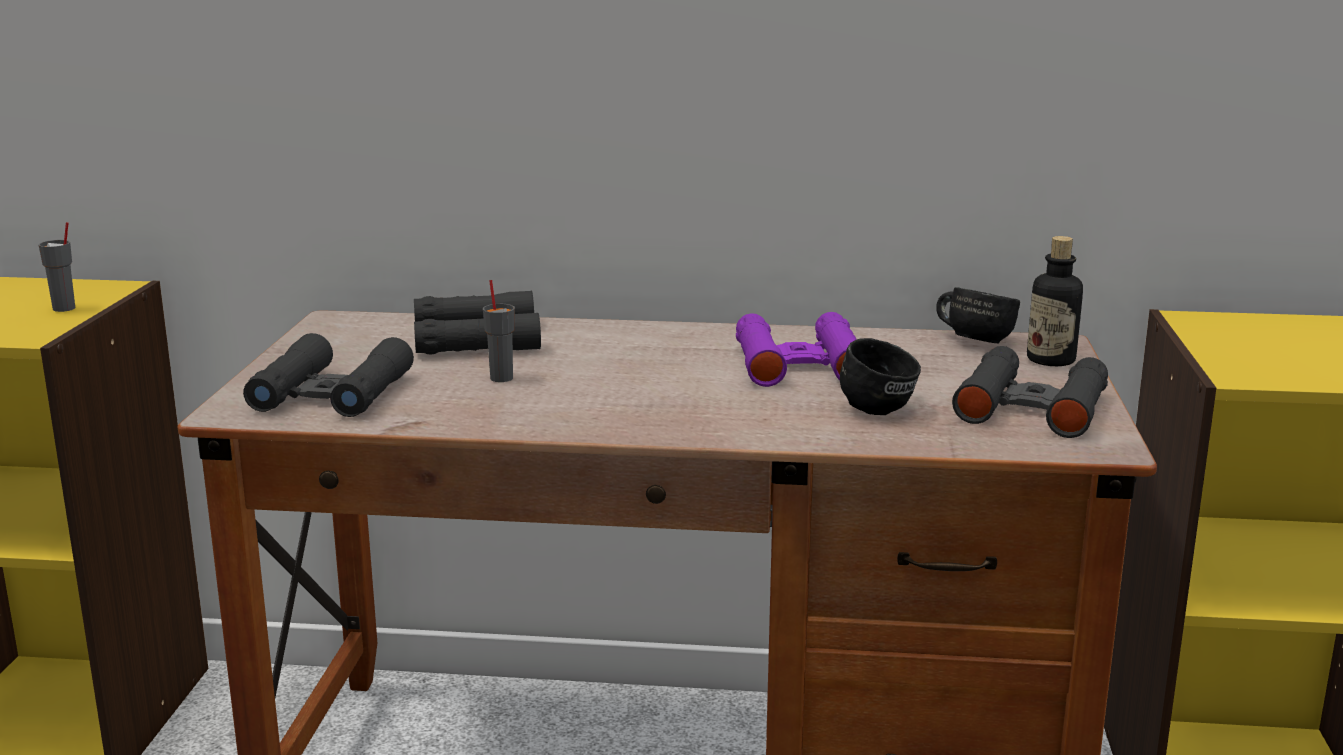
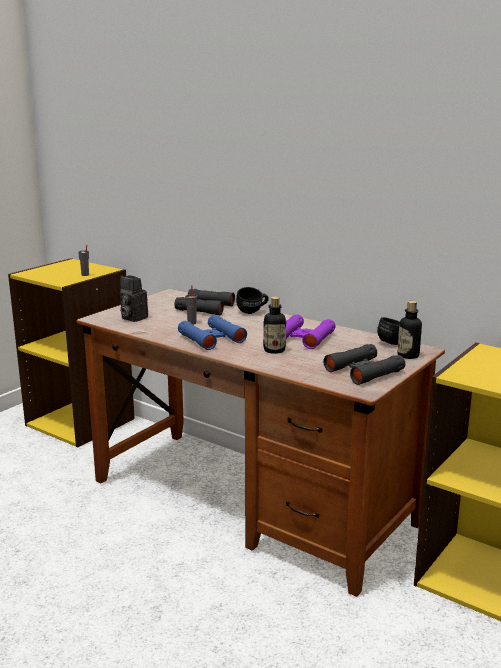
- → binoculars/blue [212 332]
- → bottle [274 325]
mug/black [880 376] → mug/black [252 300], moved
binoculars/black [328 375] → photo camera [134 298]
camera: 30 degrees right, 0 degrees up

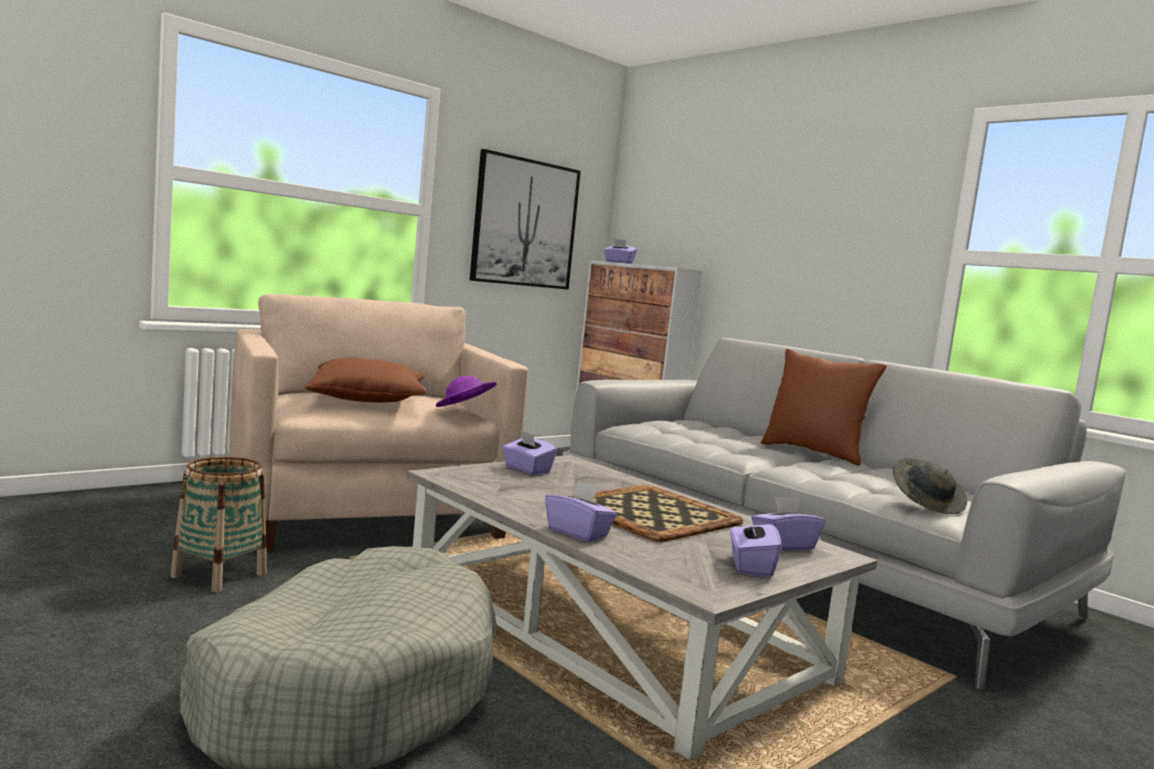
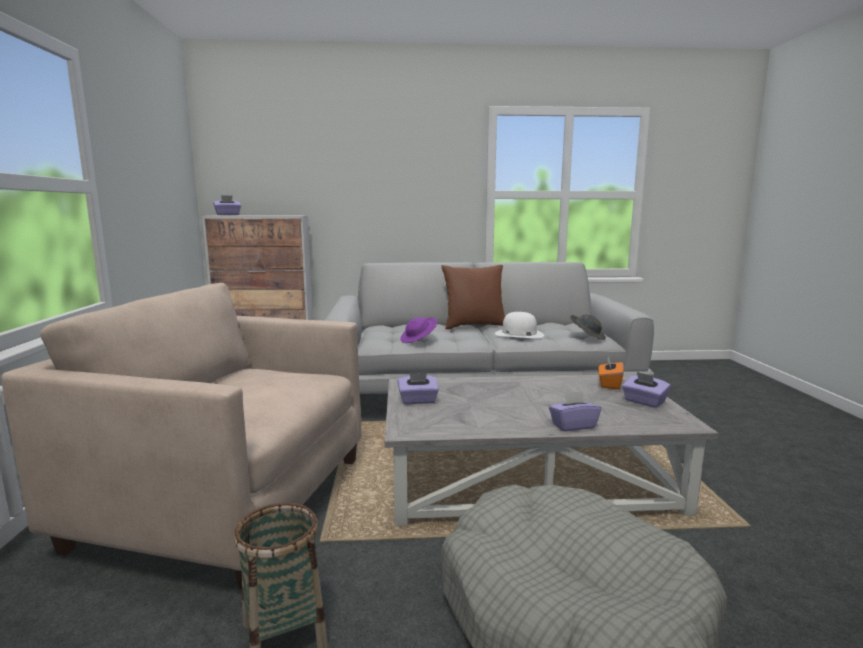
pillow/brown [365 380] → -
picture [525 219] → -
tray [656 513] → -
- → hat/white [519 325]
hat/purple [466 391] → hat/purple [418 330], moved
tissue box/purple [788 524] → tissue box/orange [611 372]
camera: 50 degrees left, 5 degrees up

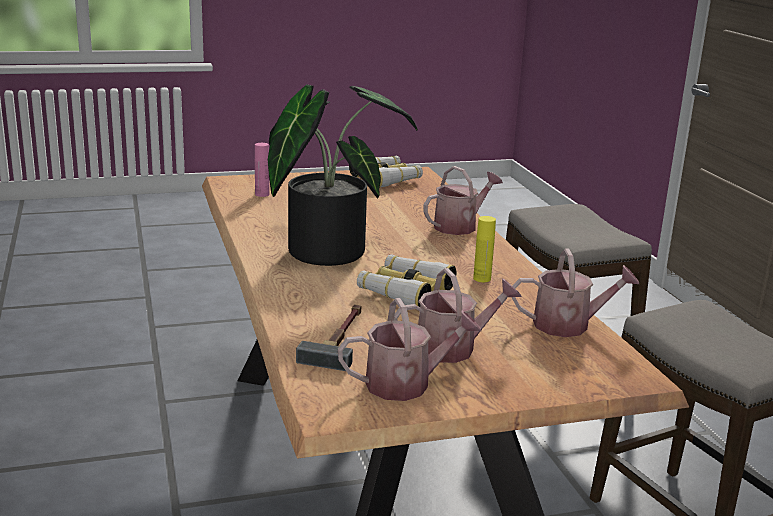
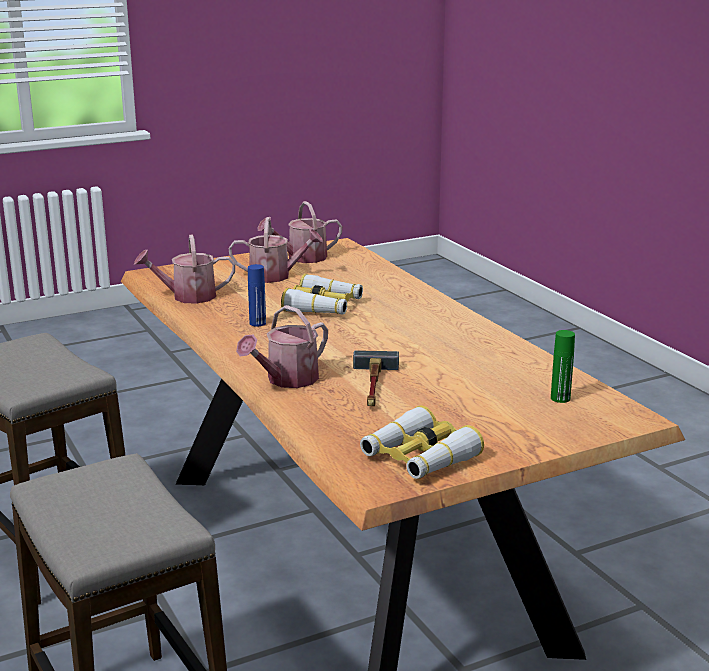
potted plant [342 175] → -
hammer [328 337] → hammer [376 378], moved
bottle/pink [262 170] → bottle/green [563 366]
bottle/yellow [484 249] → bottle/blue [257 295]
watering can [458 315] → watering can [275 250], 150 degrees counterclockwise
camera: 170 degrees right, 0 degrees up

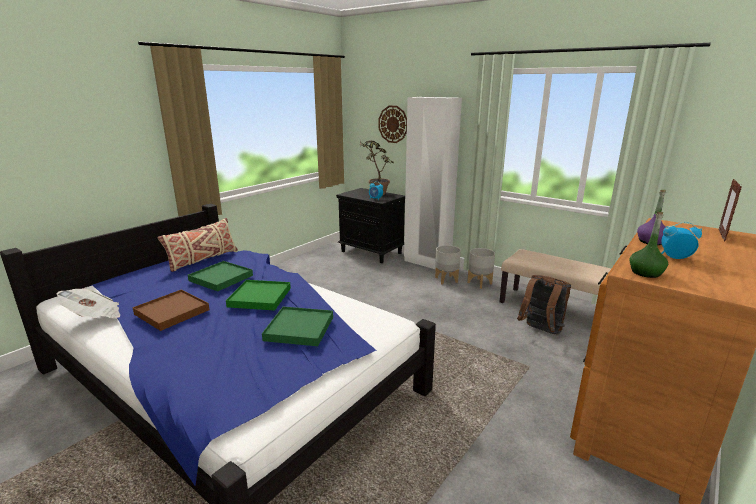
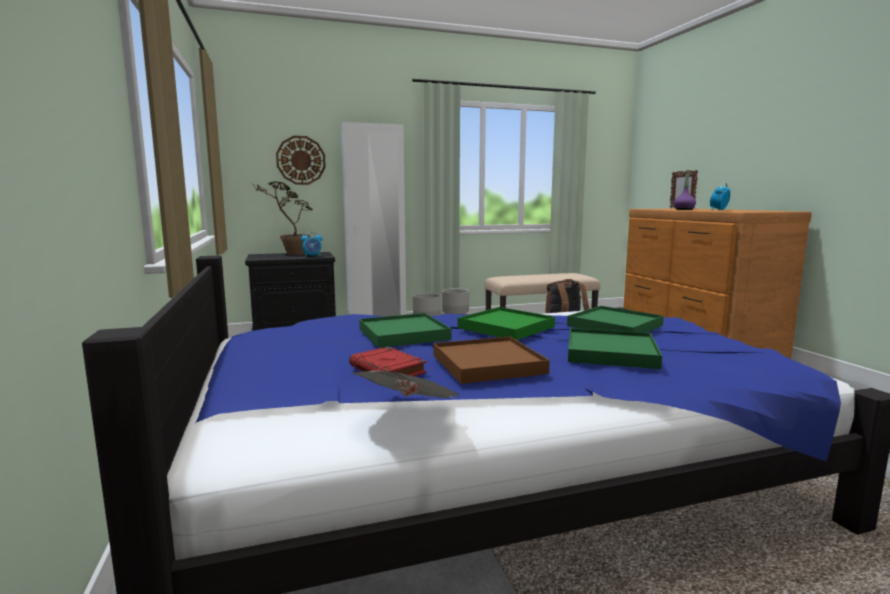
pillow/beige [198 245] → -
bottle/green [648 245] → -
- → book/red [388 361]
- → tray/green [615 348]
camera: 55 degrees left, 10 degrees down

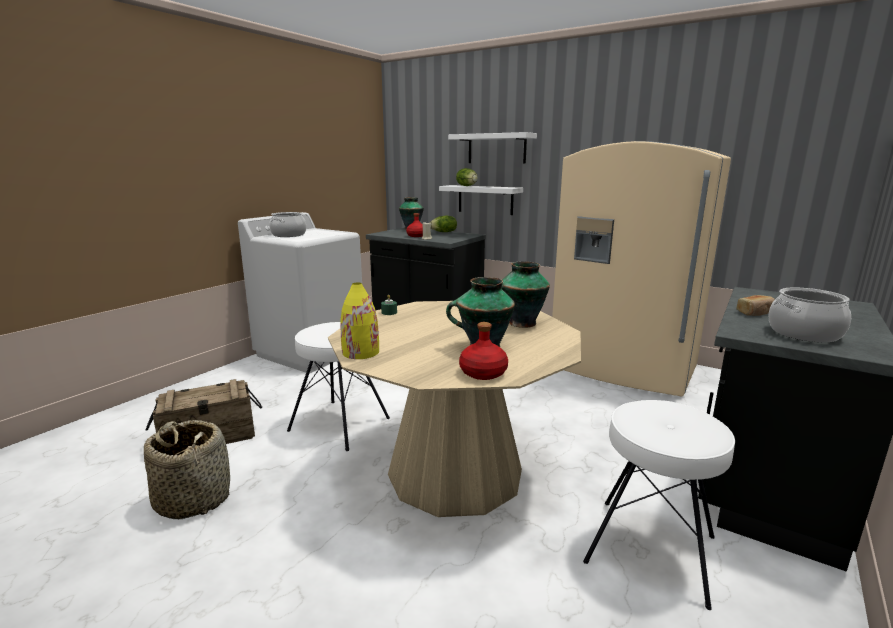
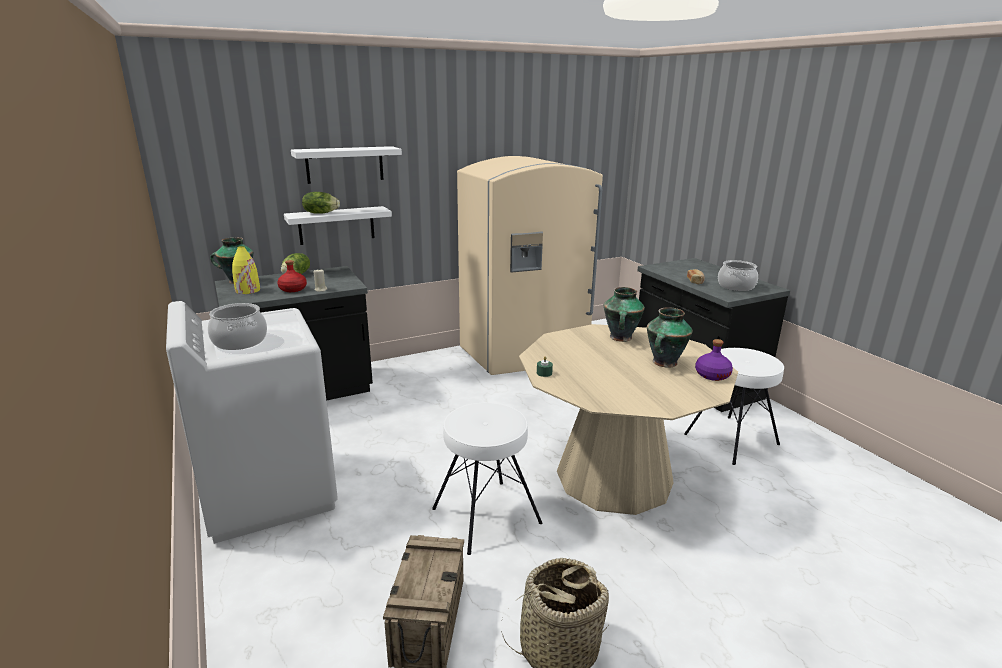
vase/yellow [359 320] → vase/yellow [246 270], moved
bottle/red [483 351] → bottle/purple [714 360]
camera: 60 degrees left, 5 degrees up

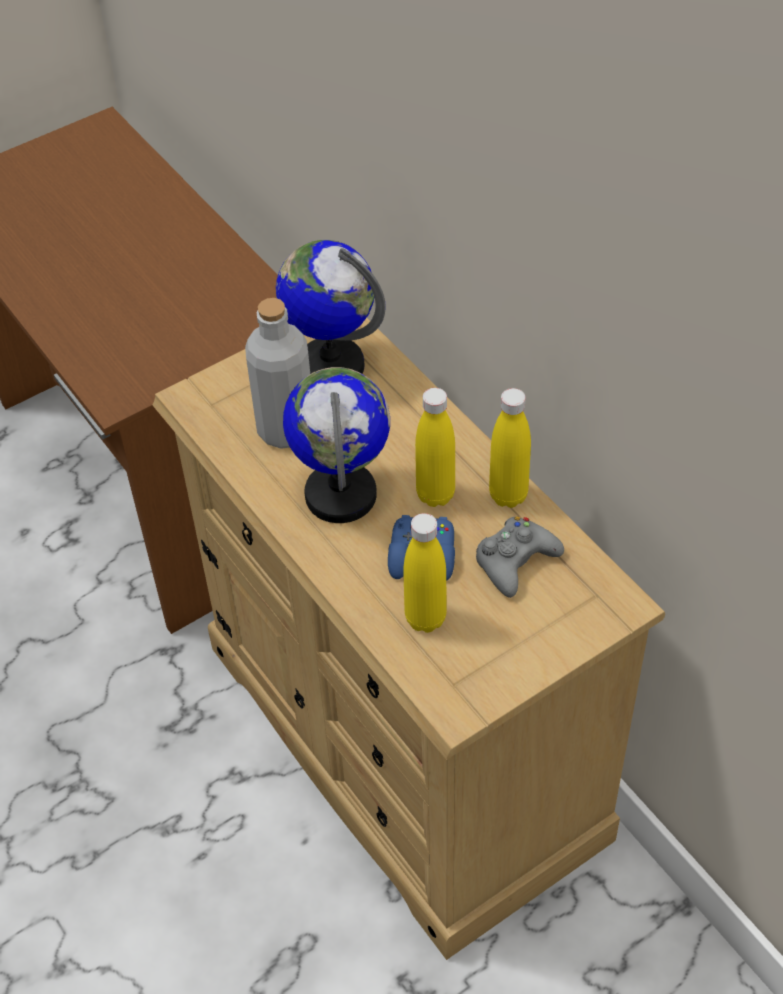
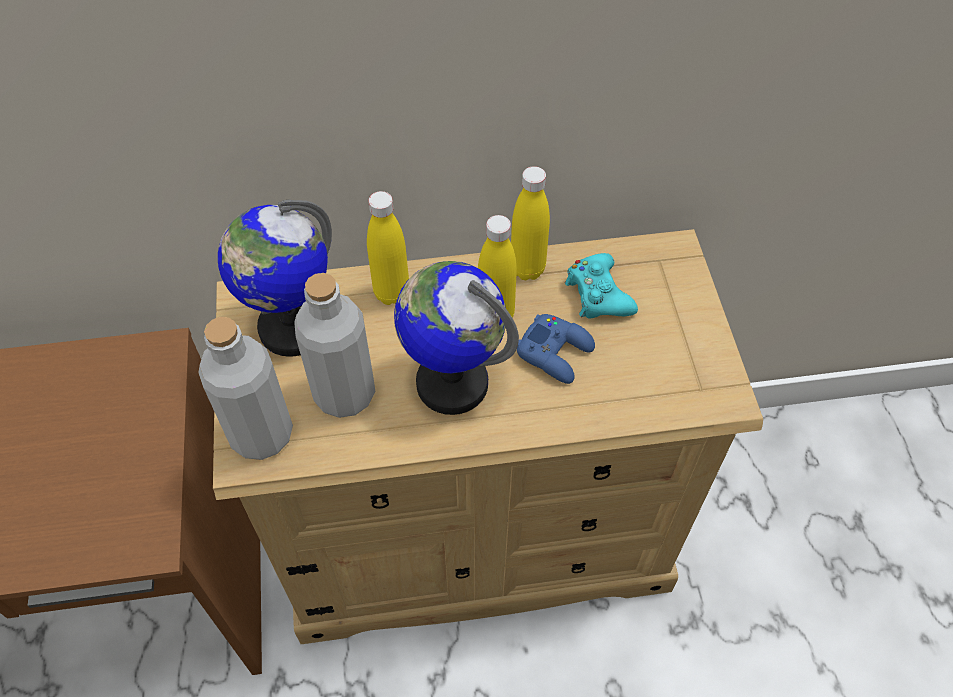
- → bottle/grey [246 388]
bottle/yellow [425 573] → bottle/yellow [388 248], moved
game controller/grey [520 557] → game controller/turquoise [601 285]
camera: 65 degrees left, 5 degrees up

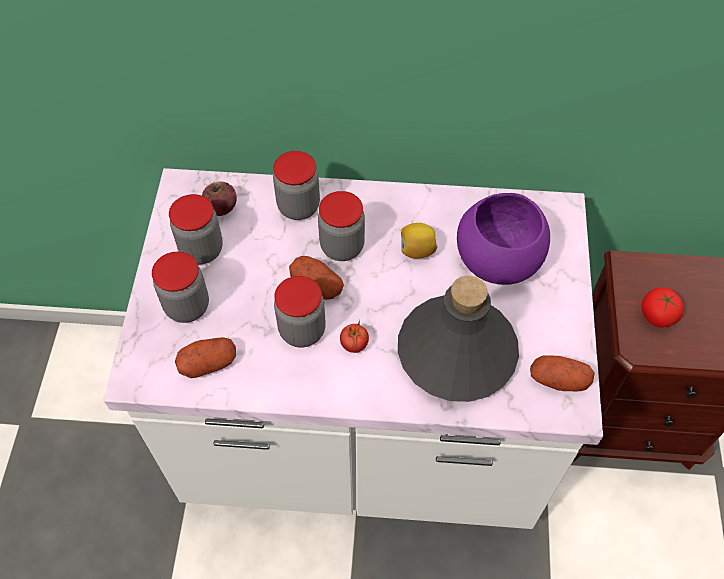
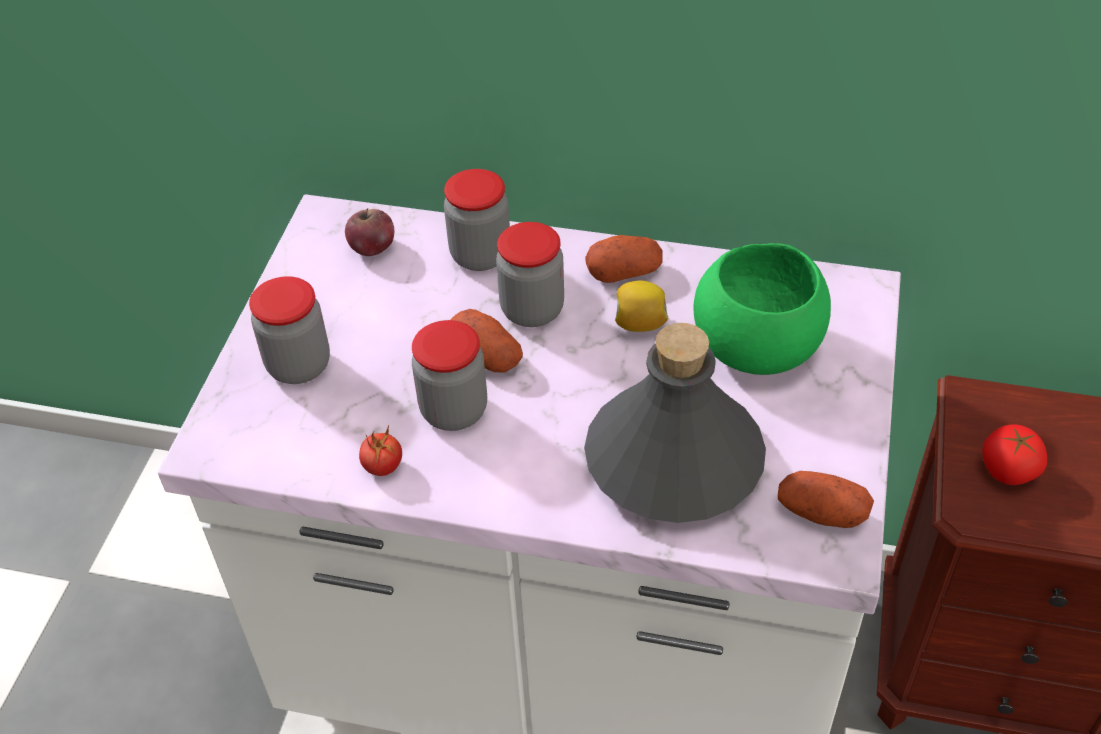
jar [196 229] → -
potato [205 357] → potato [624 259], moved
tomato [354 336] → tomato [380 450], moved
bowl/purple [503 239] → bowl/green [762 309]
camera: 10 degrees right, 10 degrees down

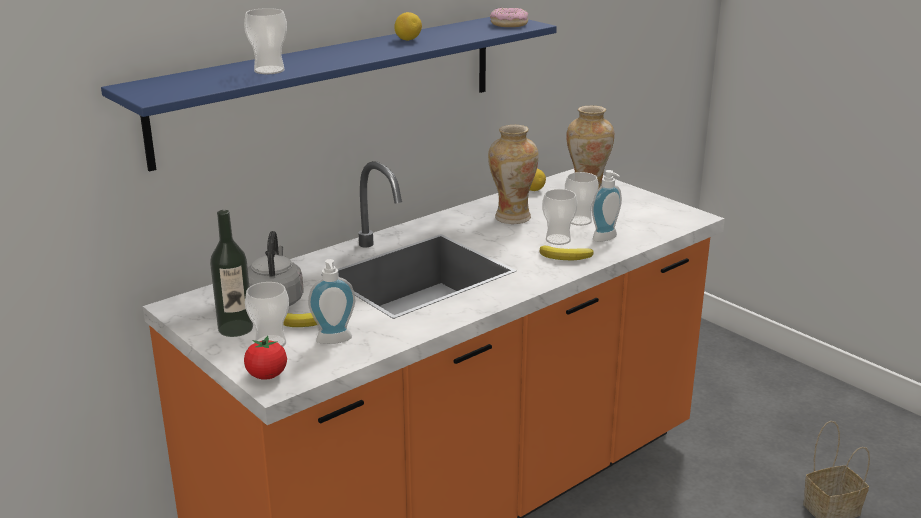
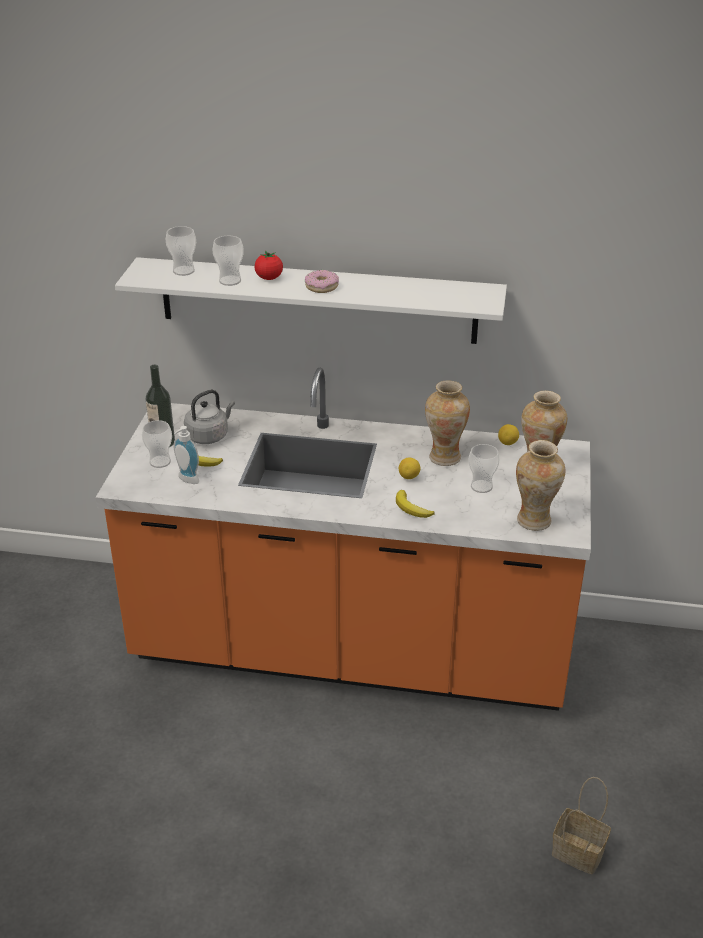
soap dispenser [607 206] → -
- → vase [540 485]
tomato [265 358] → tomato [269 265], moved
lemon [408 26] → lemon [410 468], moved
donut [509 17] → donut [322 281], moved
cup [559 217] → cup [180 251], moved
shelf/blue [329 94] → shelf/white [311 300]
camera: 50 degrees right, 10 degrees up

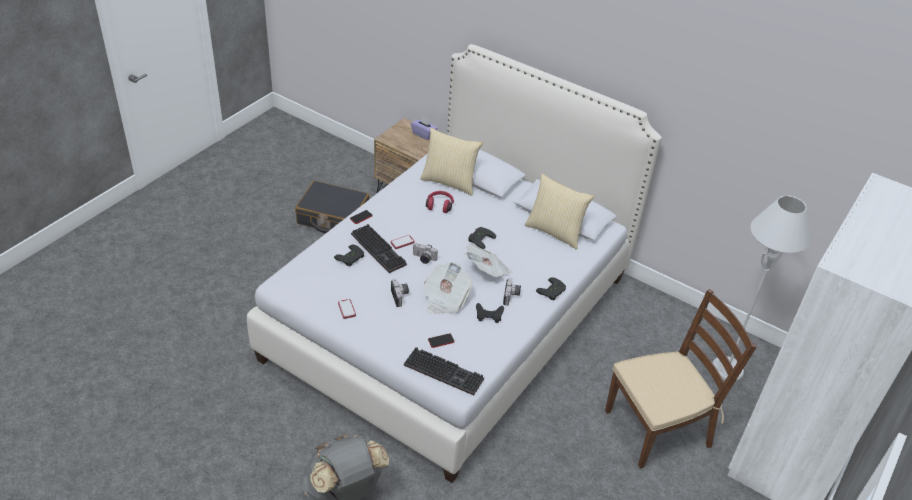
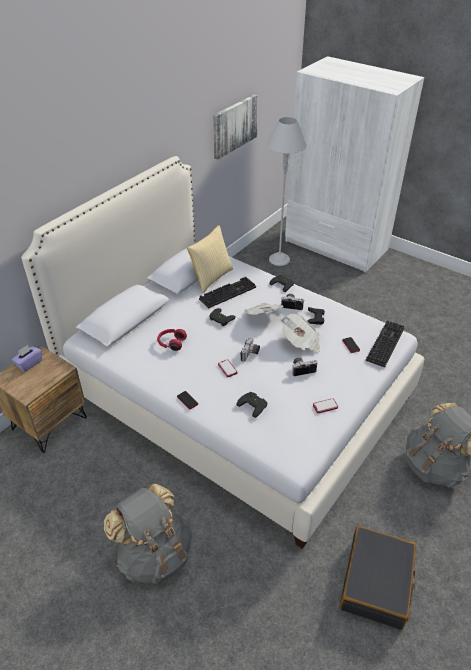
pillow [451 162] → -
chair/brown [681 379] → -
- → backpack/grey [148 534]
- → picture [235 127]
suitcase/black [332 207] → suitcase/black [378 578], moved
keyboard [379 248] → keyboard [227 292], moved
camera: 85 degrees left, 0 degrees up

